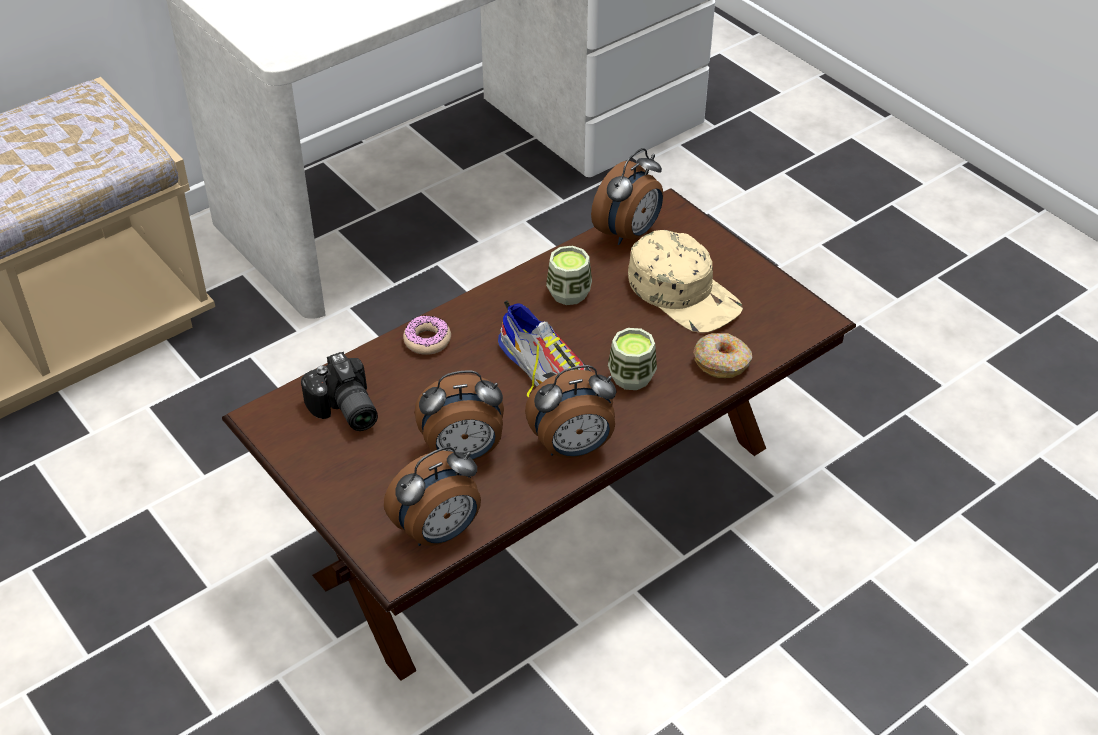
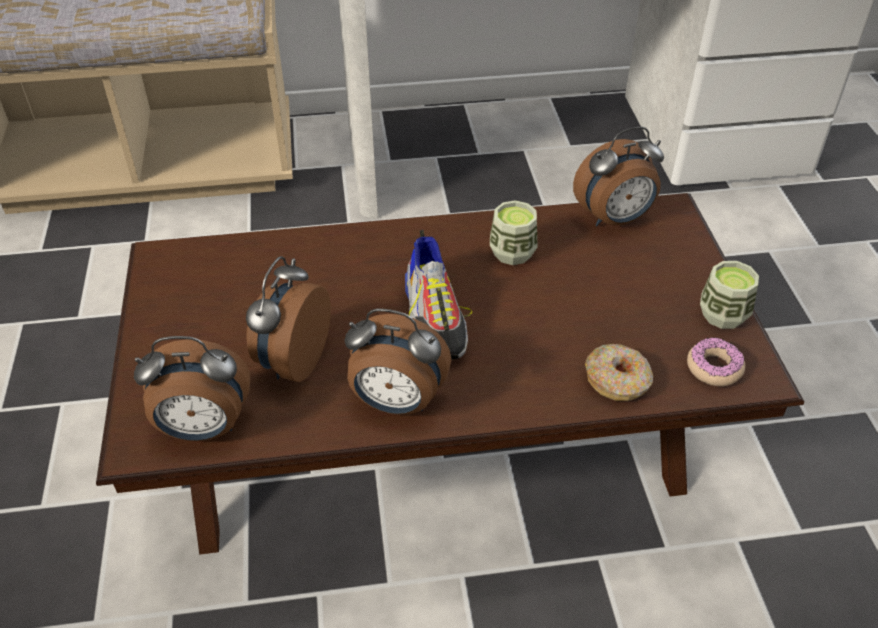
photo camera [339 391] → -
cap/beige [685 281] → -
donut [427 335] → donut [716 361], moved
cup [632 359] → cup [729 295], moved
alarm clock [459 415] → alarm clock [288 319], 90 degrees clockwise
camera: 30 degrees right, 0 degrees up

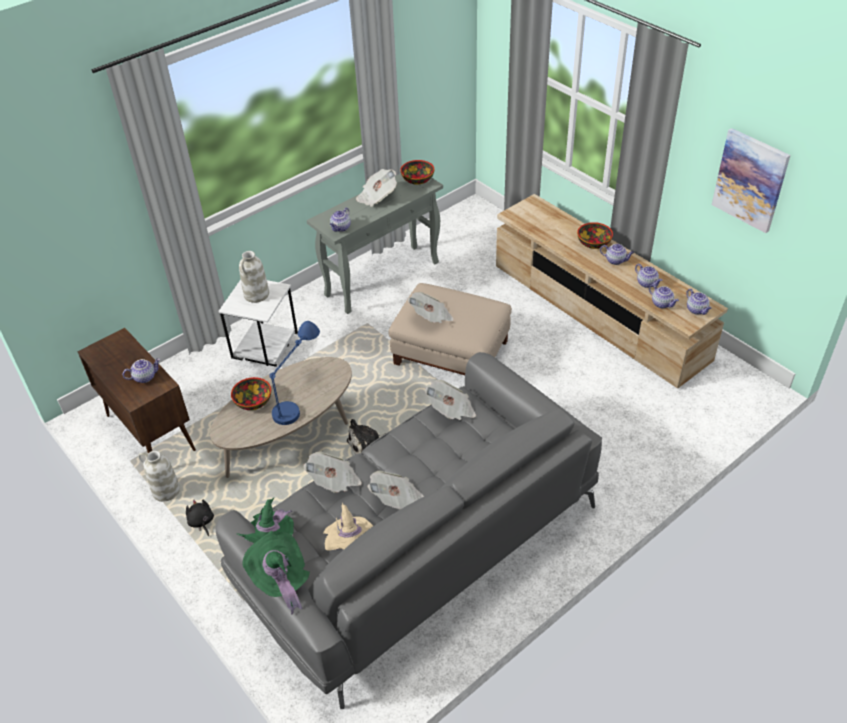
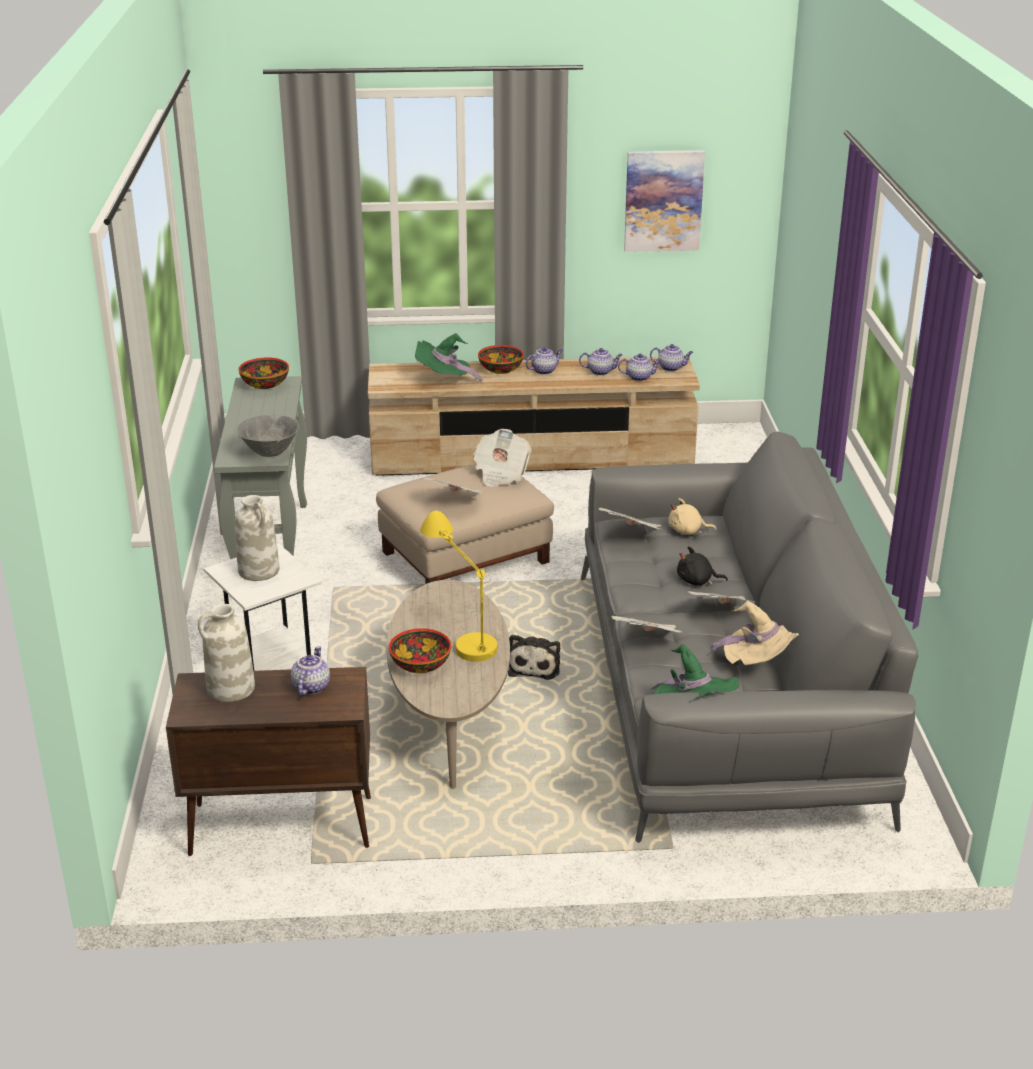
- → plush toy/beige [692 516]
vase/white [159 476] → vase/white [226 653], moved
plush toy/black [200 517] → plush toy/black [702 565], moved
hat/green [276 573] → hat/green [449 358], moved
newspaper [376 188] → newspaper [502 458], moved
teapot [340 219] → bowl/grey [268 436]
table lamp/blue [294 373] → table lamp/yellow [458 586]
camera: 55 degrees left, 15 degrees down

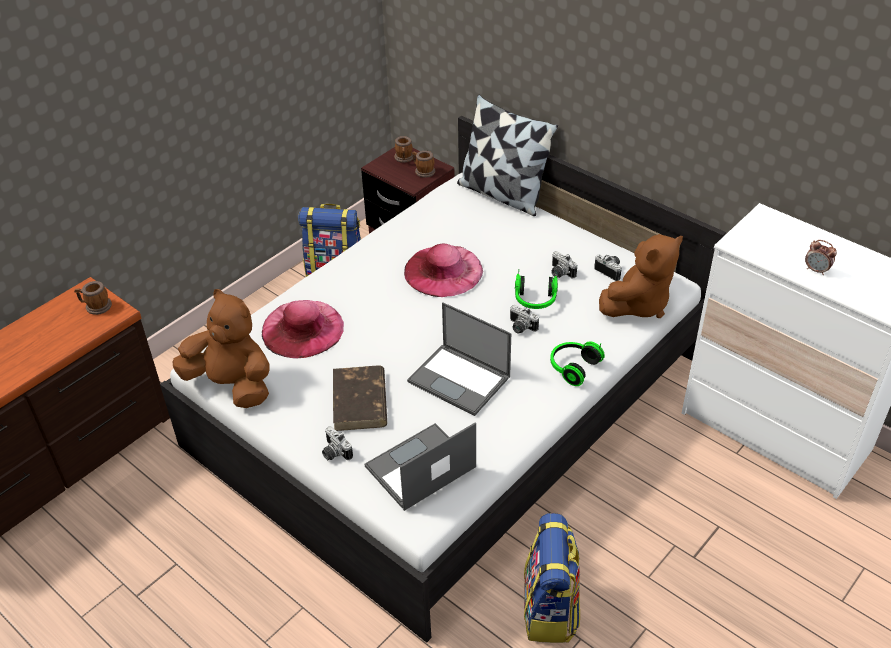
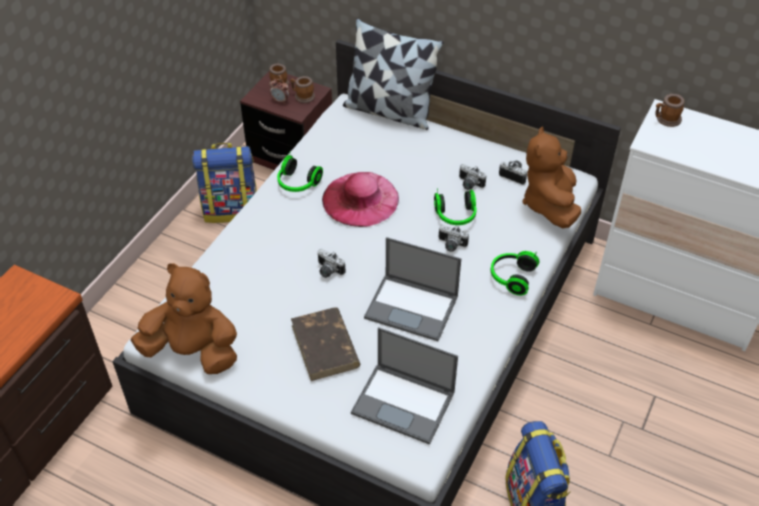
hat/pink [303 329] → -
- → headphones [300 173]
mug [93 298] → mug [669 110], moved
photo camera [337 443] → photo camera [331 263], moved
alarm clock [821 257] → alarm clock [280 91], moved
laptop [420 466] → laptop [404 386], 105 degrees counterclockwise
plush toy/brown [641 276] → plush toy/brown [551 177], 150 degrees clockwise
camera: 15 degrees left, 5 degrees up

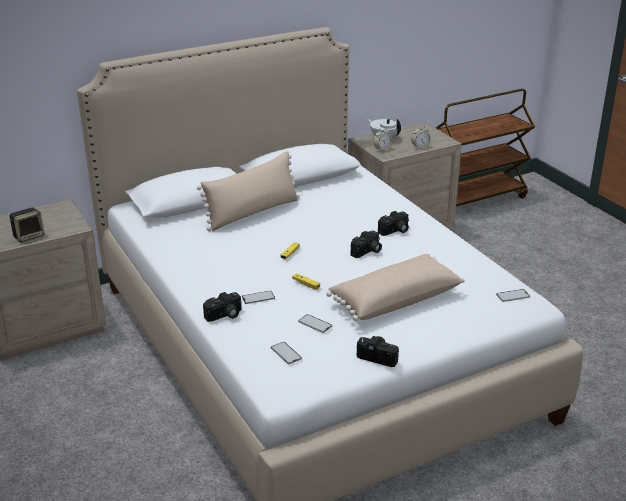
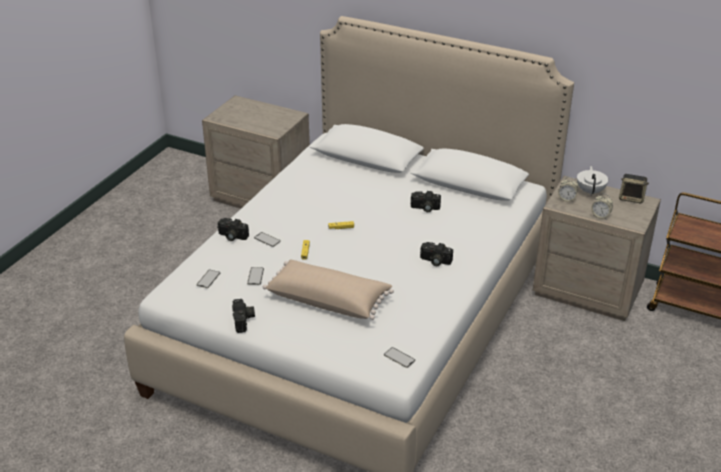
pillow/beige [248 191] → -
speaker [27 225] → speaker [634 188], moved
photo camera [366 244] → photo camera [426 201], moved
camera: 55 degrees right, 5 degrees up

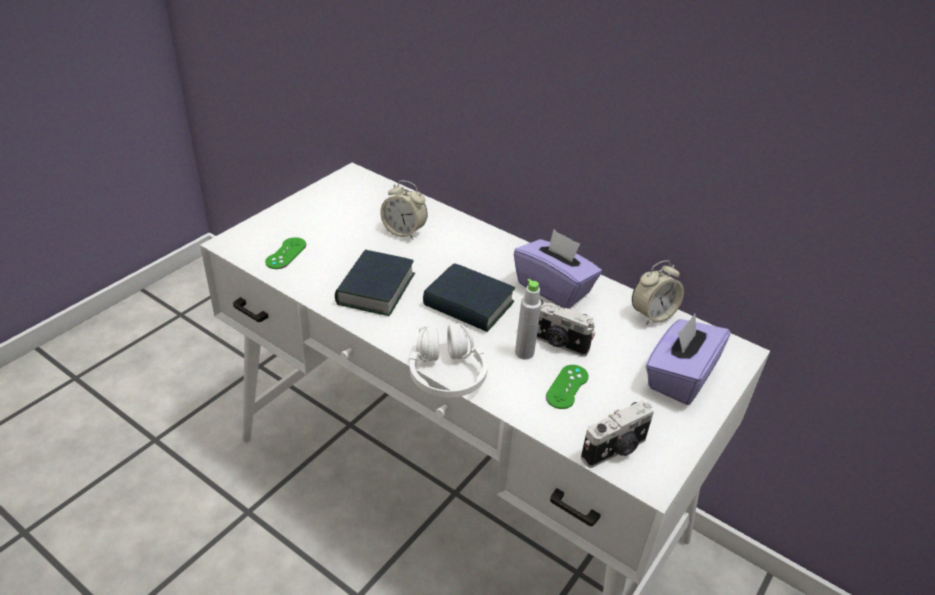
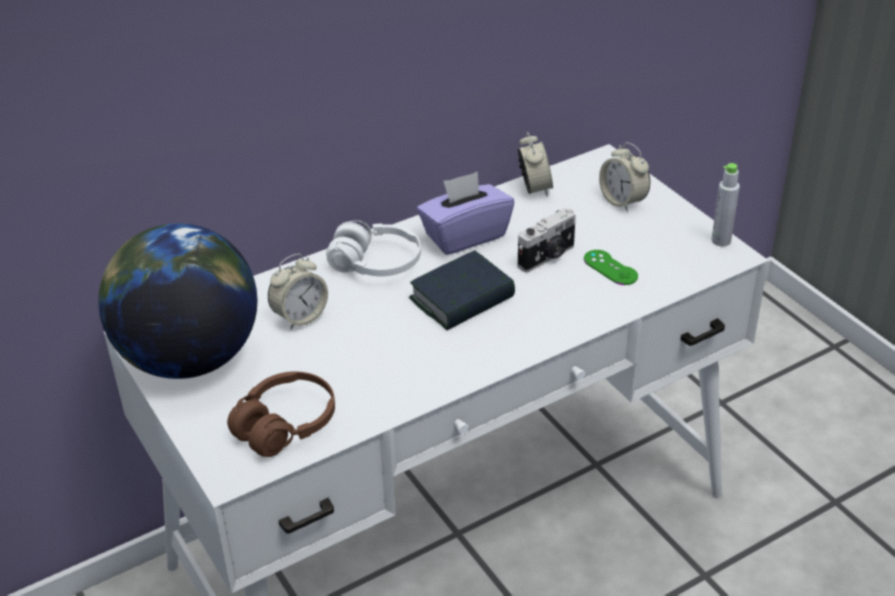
book [375 283] → -
photo camera [617 434] → -
- → globe [177 301]
headphones/white [449 360] → headphones/white [373 248], moved
bottle/grey [528 319] → bottle/grey [725 204], moved
game controller/green [285 253] → headphones/brown [281 414]
tissue box/purple [688 359] → alarm clock [624 177]
camera: 65 degrees left, 0 degrees up

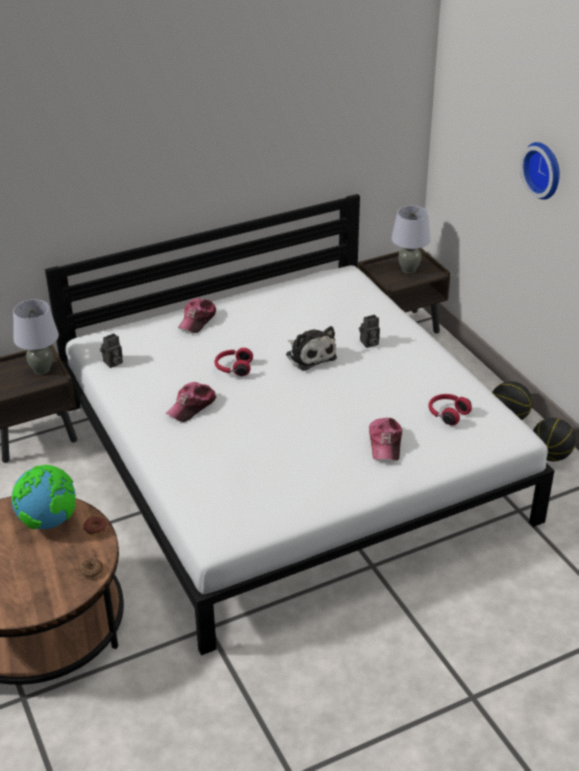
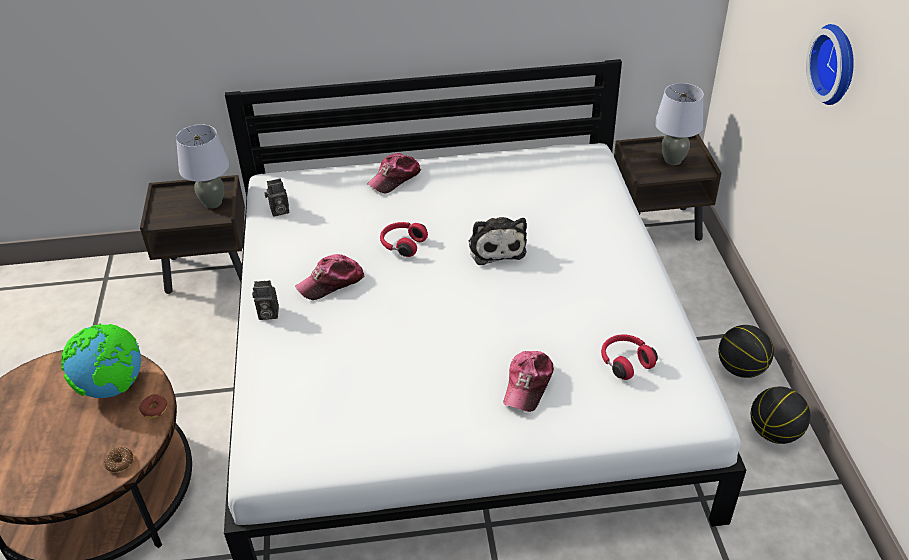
photo camera [369 331] → photo camera [265 300], moved
camera: 20 degrees right, 5 degrees up

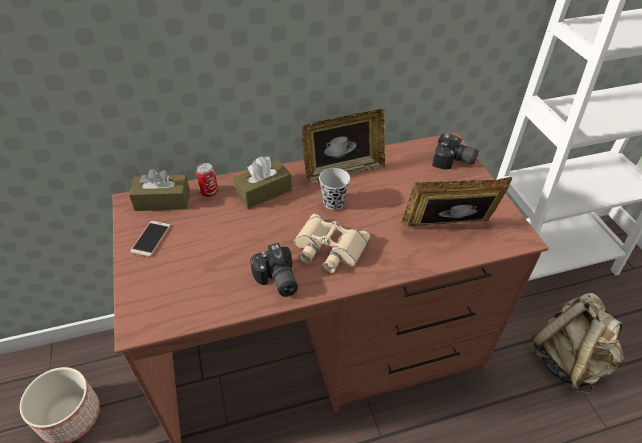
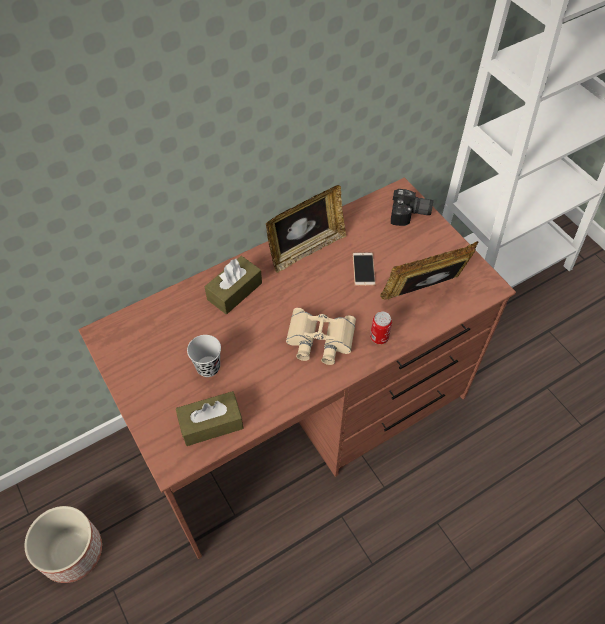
photo camera [274 270] → -
backpack/beige [577 343] → -
tissue box/brown [159 189] → tissue box/brown [209 418], moved
phone [150 238] → phone [364 269], moved
can [207 180] → can [381 327], moved
cup/black [334 189] → cup/black [204 356], moved
camera: 15 degrees left, 10 degrees up

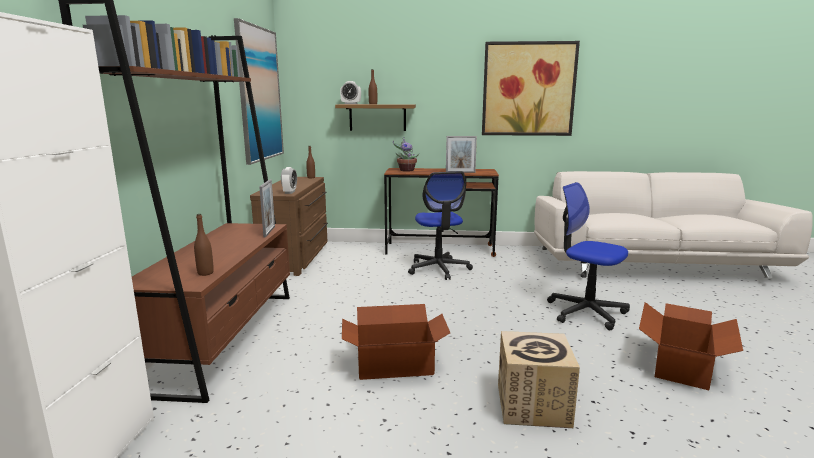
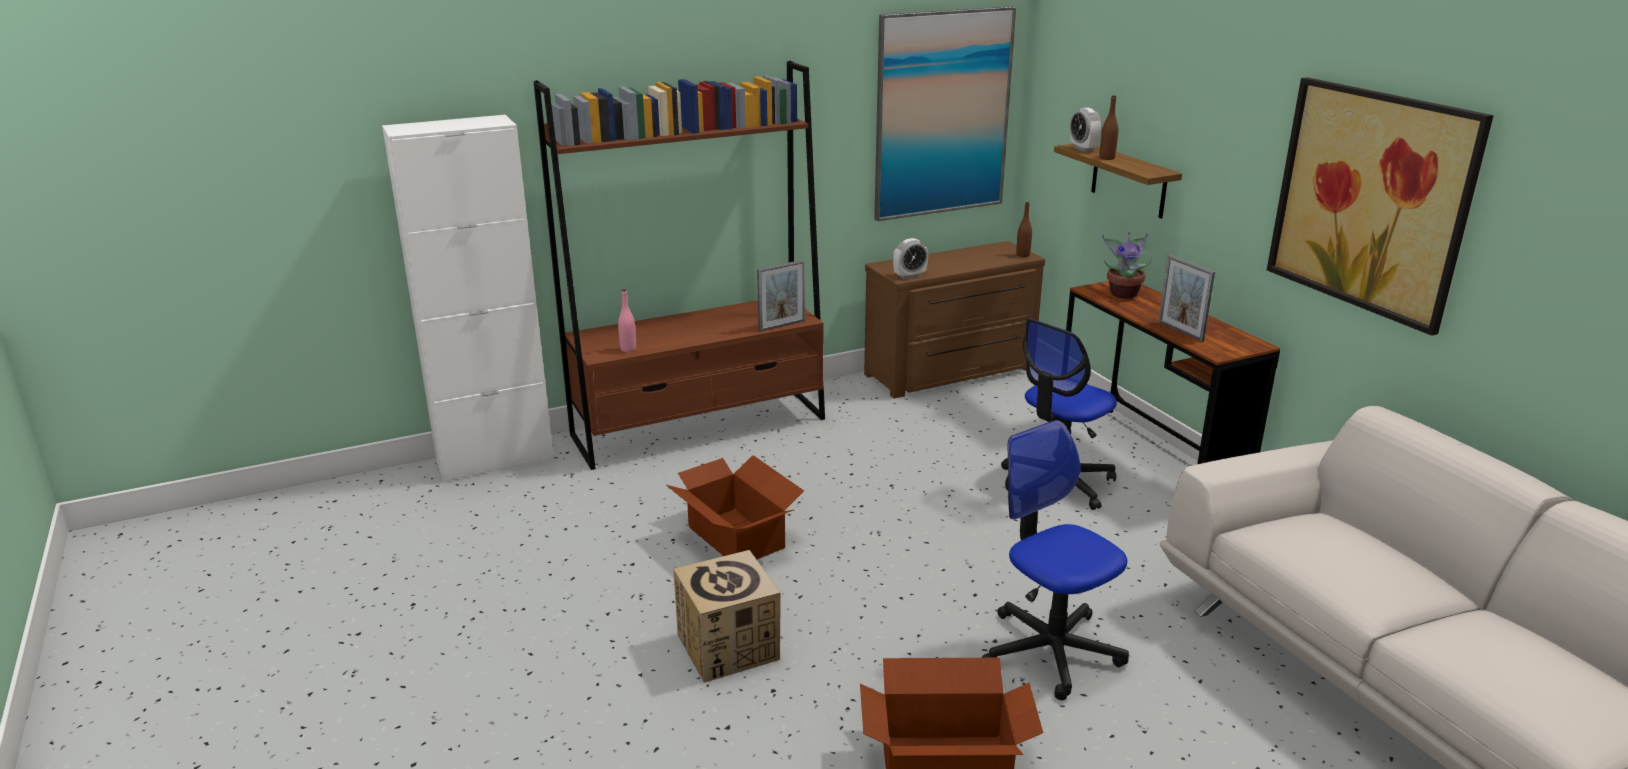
bottle/brown [204 245] → bottle/pink [627 320]
office chair [588 256] → office chair [1055 560], 45 degrees counterclockwise
camera: 60 degrees right, 10 degrees up

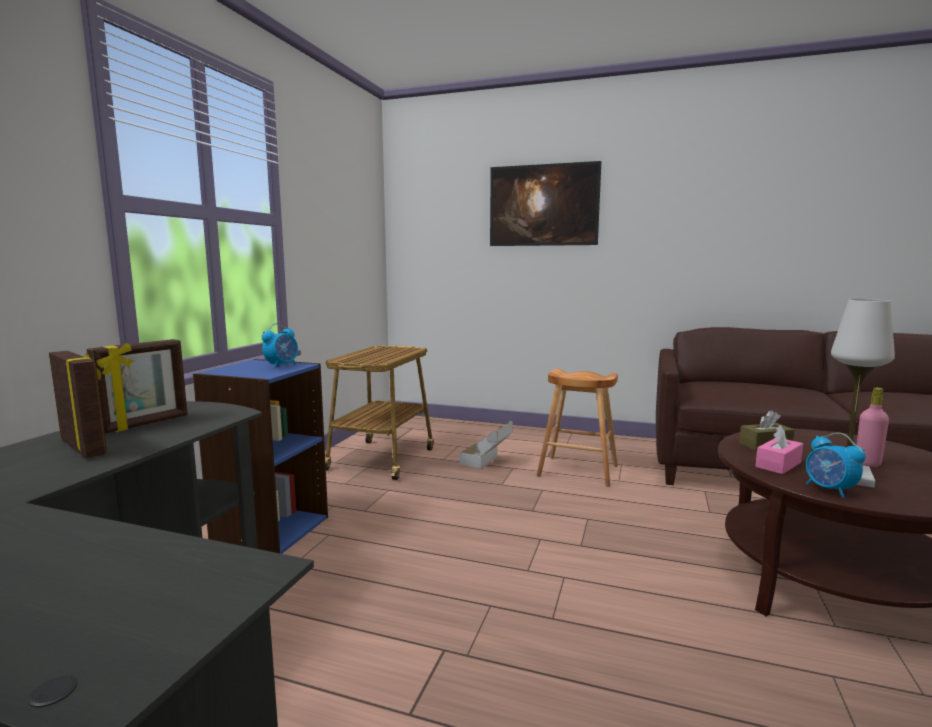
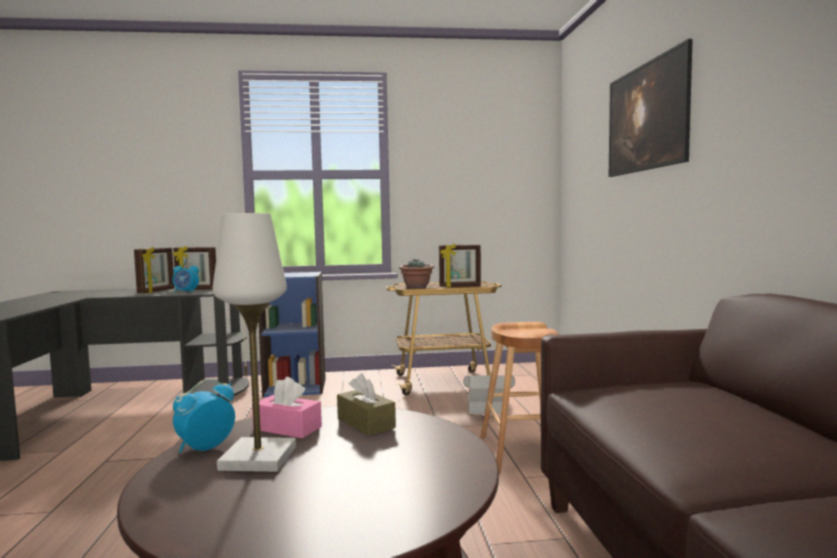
bottle/pink [873 427] → -
- → potted plant [416 274]
- → picture frame [460 265]
alarm clock [280 346] → alarm clock [185 277], moved
camera: 65 degrees right, 5 degrees down

